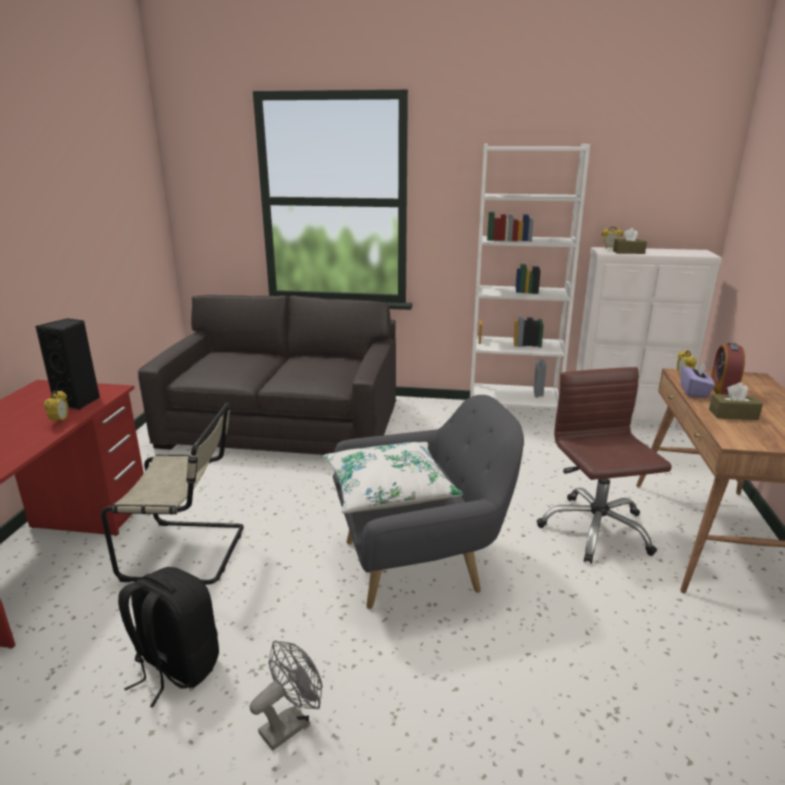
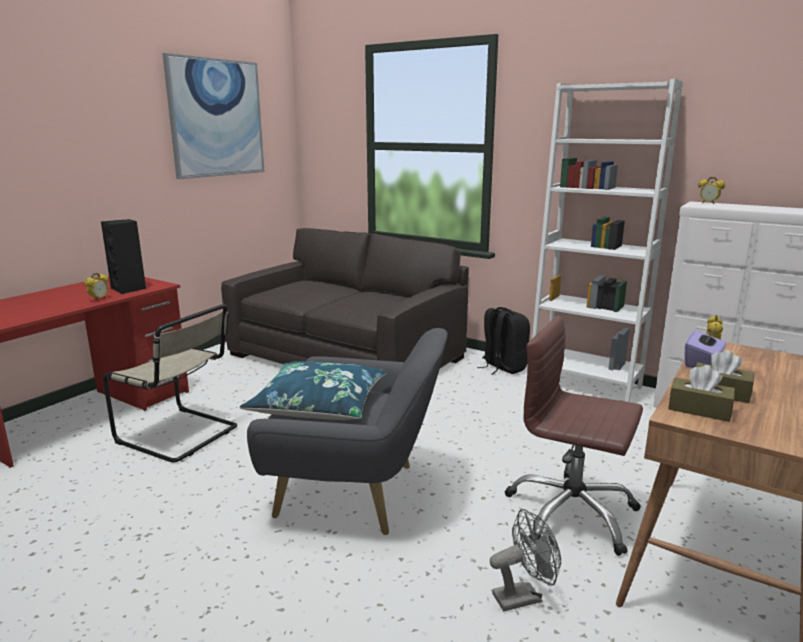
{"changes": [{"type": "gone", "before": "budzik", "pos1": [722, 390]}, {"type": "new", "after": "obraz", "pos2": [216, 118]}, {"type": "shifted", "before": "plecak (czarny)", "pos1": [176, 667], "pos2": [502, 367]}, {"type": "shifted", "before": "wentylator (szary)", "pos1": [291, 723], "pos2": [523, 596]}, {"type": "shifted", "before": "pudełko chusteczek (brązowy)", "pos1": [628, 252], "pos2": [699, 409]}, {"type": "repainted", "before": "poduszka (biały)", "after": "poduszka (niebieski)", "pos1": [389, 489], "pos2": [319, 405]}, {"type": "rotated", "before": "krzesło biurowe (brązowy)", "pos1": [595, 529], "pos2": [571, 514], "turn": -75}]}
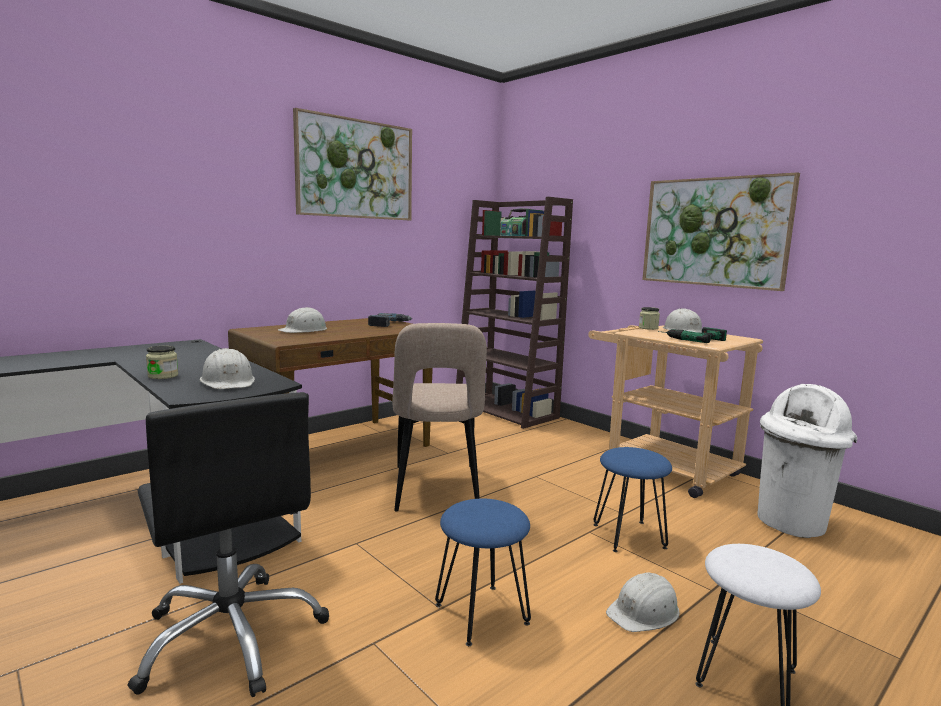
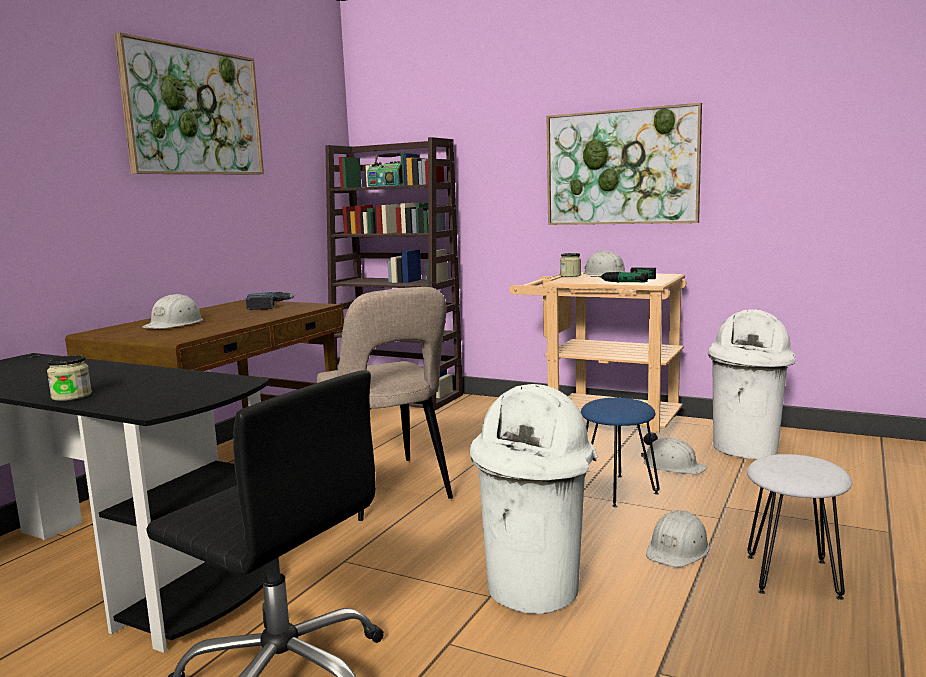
{"changes": [{"type": "shifted", "before": "kask (biały)", "pos1": [228, 381], "pos2": [673, 466]}, {"type": "swapped", "before": "stołek (niebieski)", "after": "kosz na śmieci (biały)", "pos1": [482, 614], "pos2": [535, 590]}]}
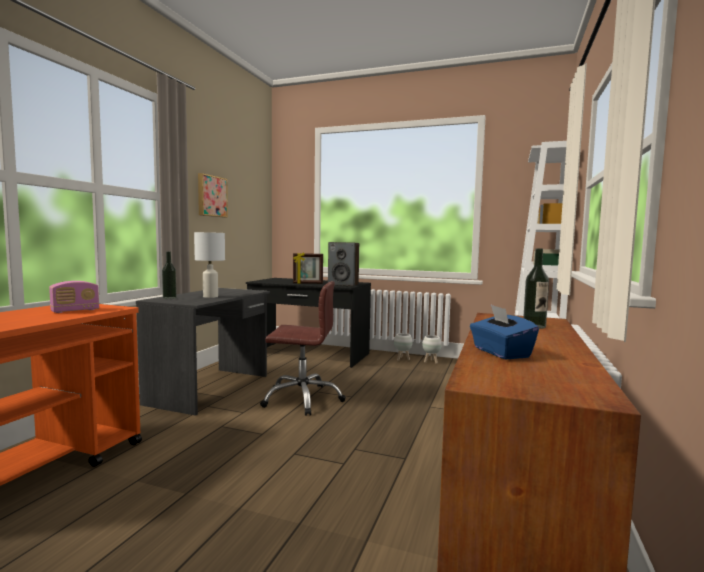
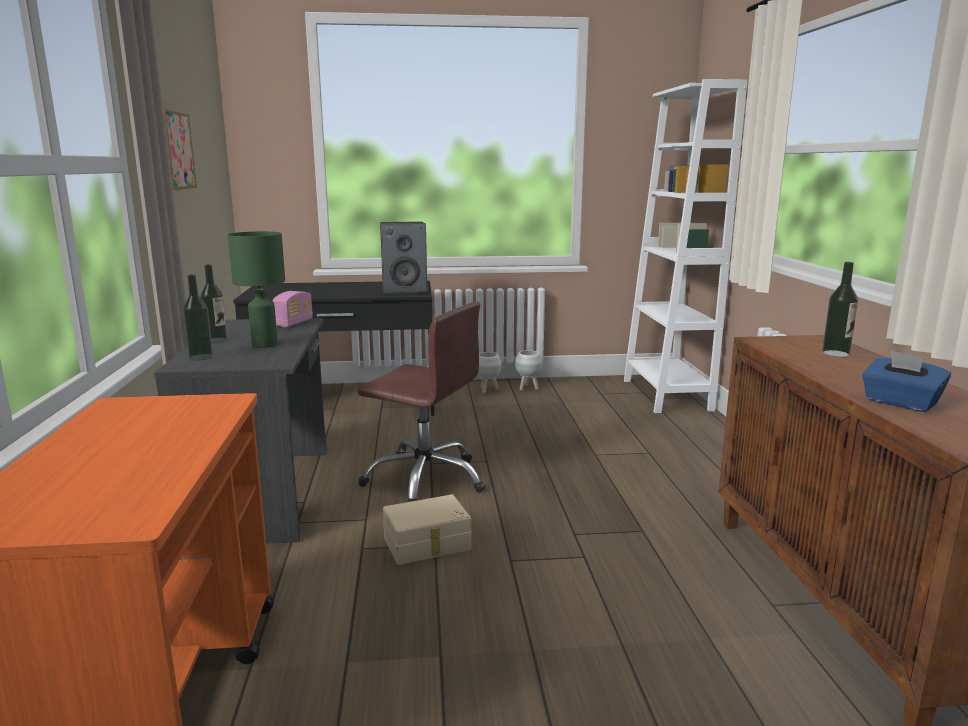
{"changes": [{"type": "gone", "before": "ramka na zdjęcie", "pos1": [307, 283]}, {"type": "new", "after": "butelka", "pos2": [216, 340]}, {"type": "new", "after": "pojemnik do przechowywania (beżowy)", "pos2": [428, 544]}, {"type": "shifted", "before": "radio", "pos1": [75, 311], "pos2": [294, 323]}, {"type": "repainted", "before": "lampa stołowa (biały)", "after": "lampa stołowa (zielony)", "pos1": [210, 296], "pos2": [264, 345]}, {"type": "rotated", "before": "krzesło biurowe (brązowy)", "pos1": [302, 399], "pos2": [425, 479], "turn": 45}]}
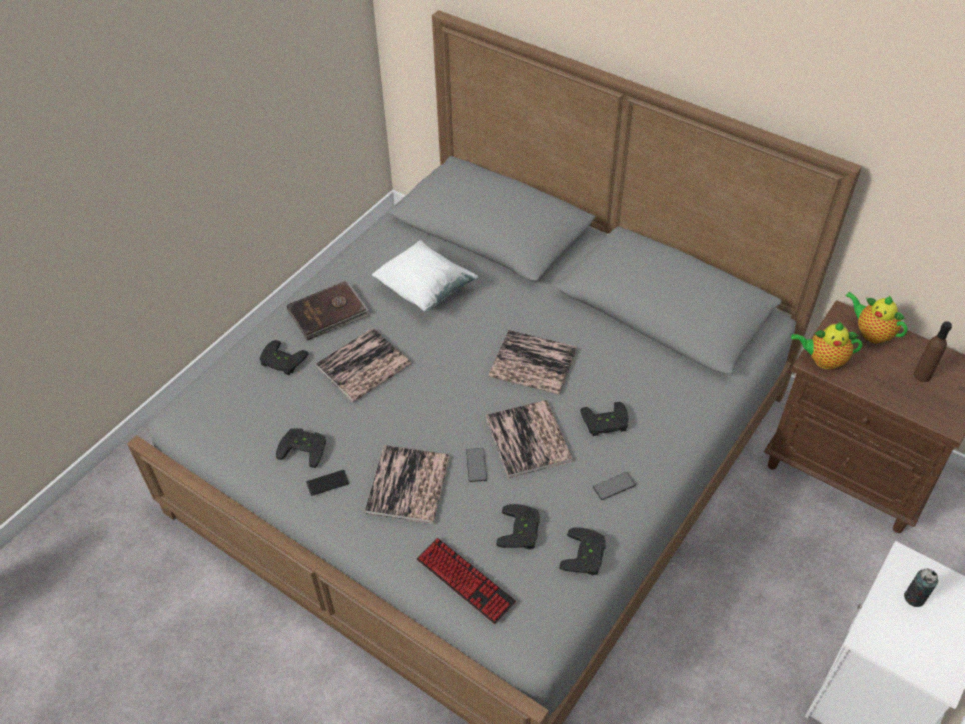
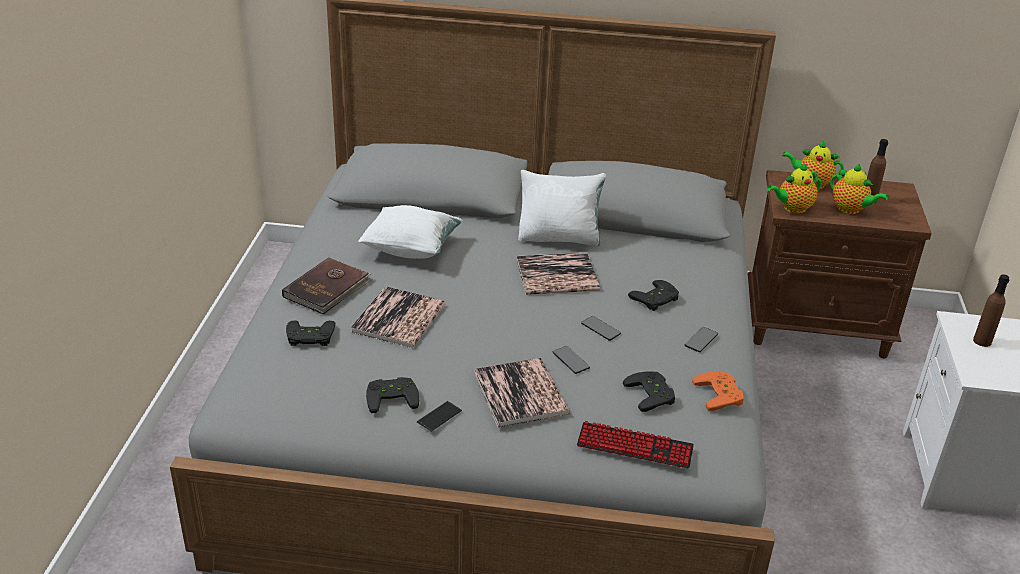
{"changes": [{"type": "new", "after": "poduszka (biały)", "pos2": [559, 238]}, {"type": "new", "after": "imbryk", "pos2": [850, 210]}, {"type": "swapped", "before": "książka", "after": "telefon", "pos1": [528, 439], "pos2": [600, 329]}, {"type": "swapped", "before": "puszka", "after": "butelka (brązowy)", "pos1": [914, 598], "pos2": [982, 341]}, {"type": "repainted", "before": "pad do gier (czarny)", "after": "pad do gier (pomarańczowy)", "pos1": [586, 555], "pos2": [721, 394]}]}
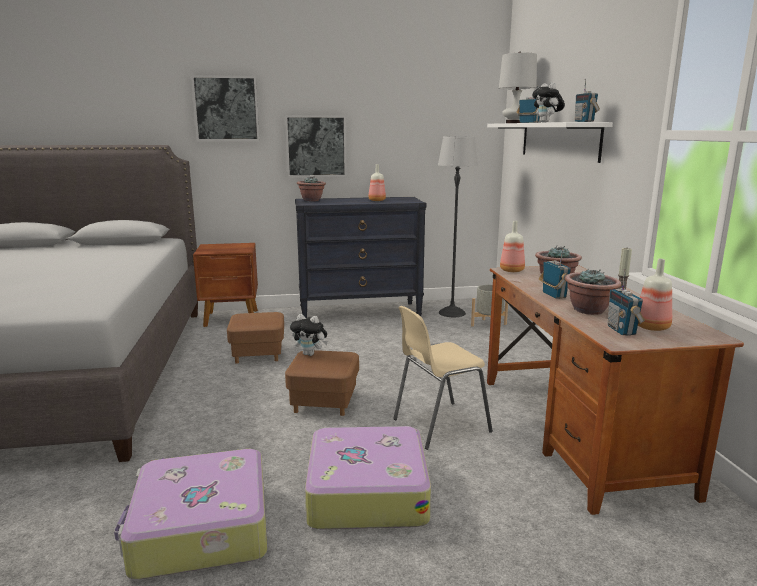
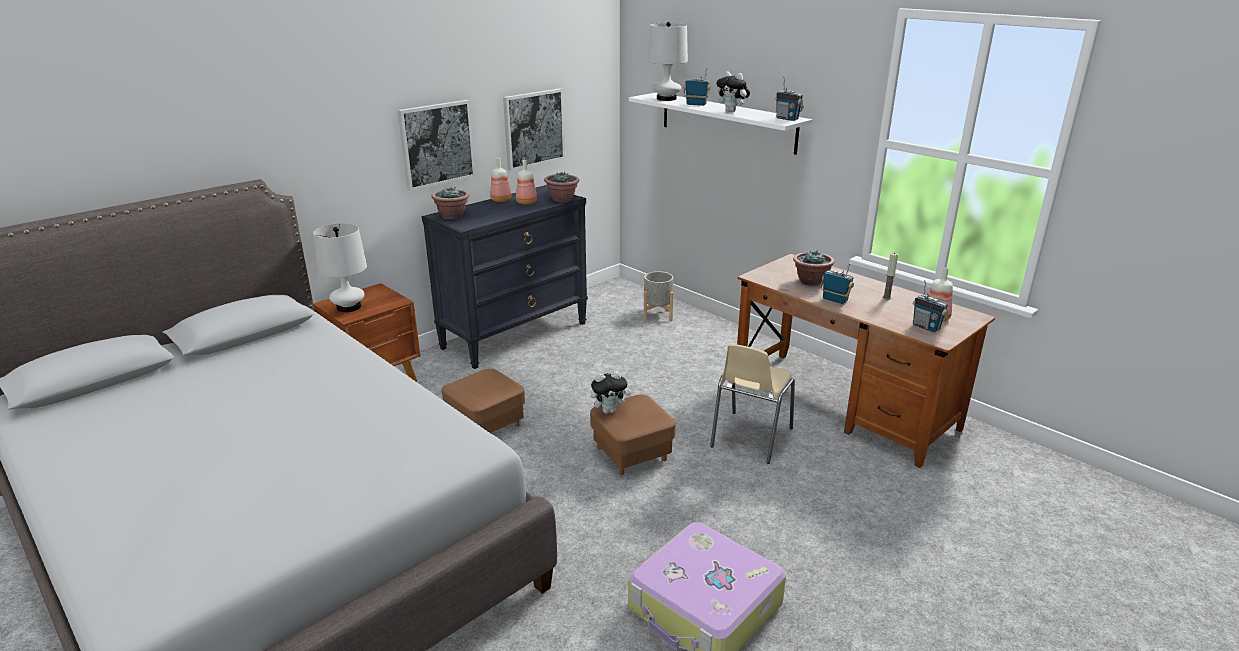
{"changes": [{"type": "gone", "before": "walizka", "pos1": [366, 491]}, {"type": "gone", "before": "lampa stojąca", "pos1": [451, 313]}, {"type": "new", "after": "lampa stołowa (biały)", "pos2": [349, 307]}, {"type": "shifted", "before": "obraz", "pos1": [226, 108], "pos2": [533, 128]}, {"type": "shifted", "before": "butelka", "pos1": [512, 270], "pos2": [502, 200]}, {"type": "shifted", "before": "roślina doniczkowa", "pos1": [589, 310], "pos2": [562, 199]}]}
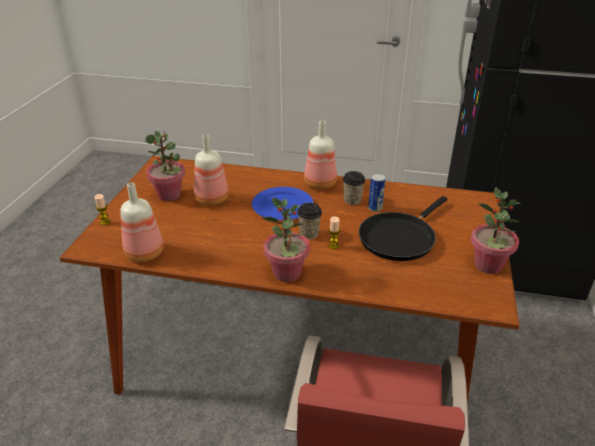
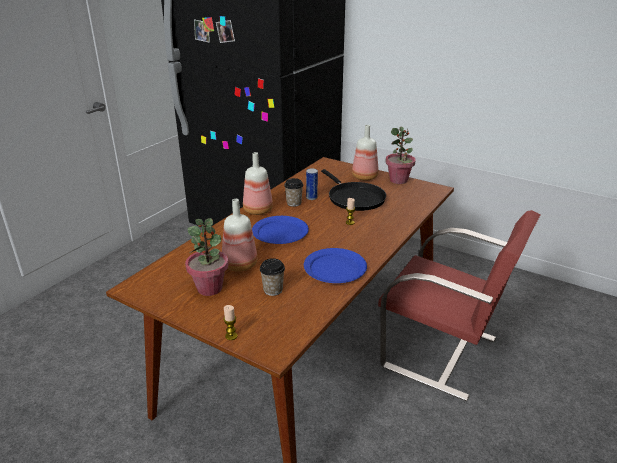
{"changes": [{"type": "gone", "before": "roślina doniczkowa", "pos1": [287, 273]}, {"type": "new", "after": "talerz (niebieski)", "pos2": [334, 268]}, {"type": "shifted", "before": "butelka", "pos1": [146, 253], "pos2": [364, 177]}, {"type": "shifted", "before": "filiżanka", "pos1": [309, 234], "pos2": [273, 290]}]}
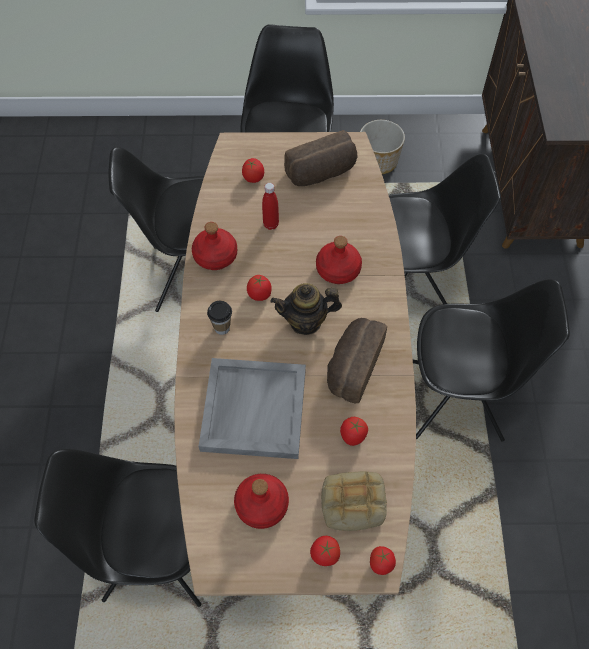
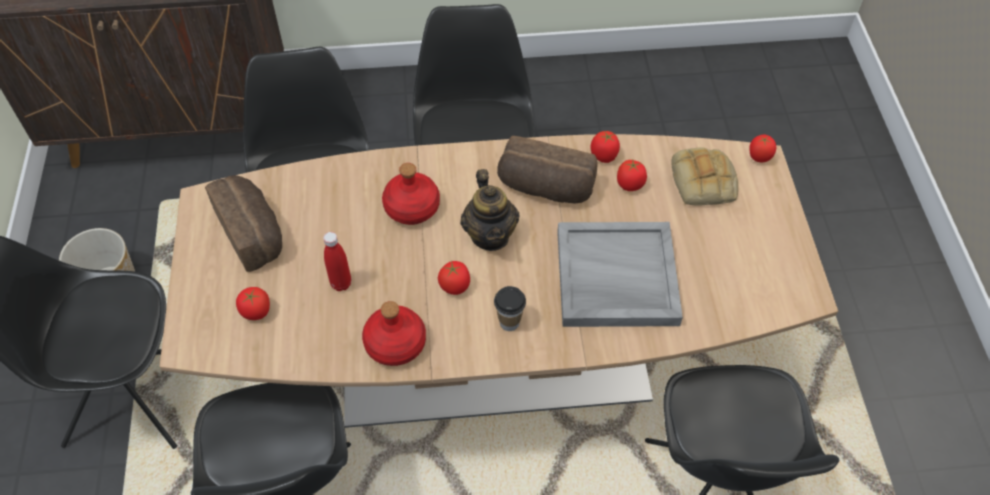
{"changes": [{"type": "gone", "before": "butelka (czerwony)", "pos1": [261, 504]}, {"type": "shifted", "before": "pomidor", "pos1": [324, 554], "pos2": [604, 156]}]}
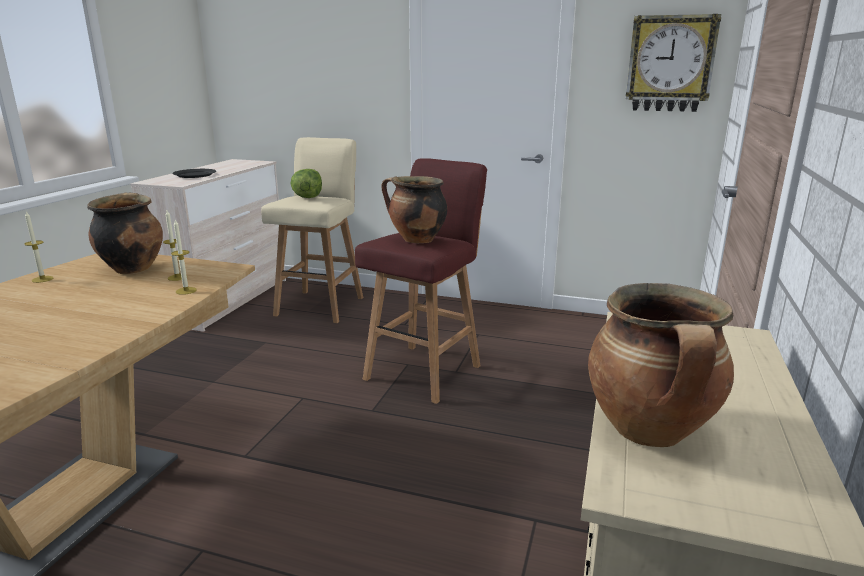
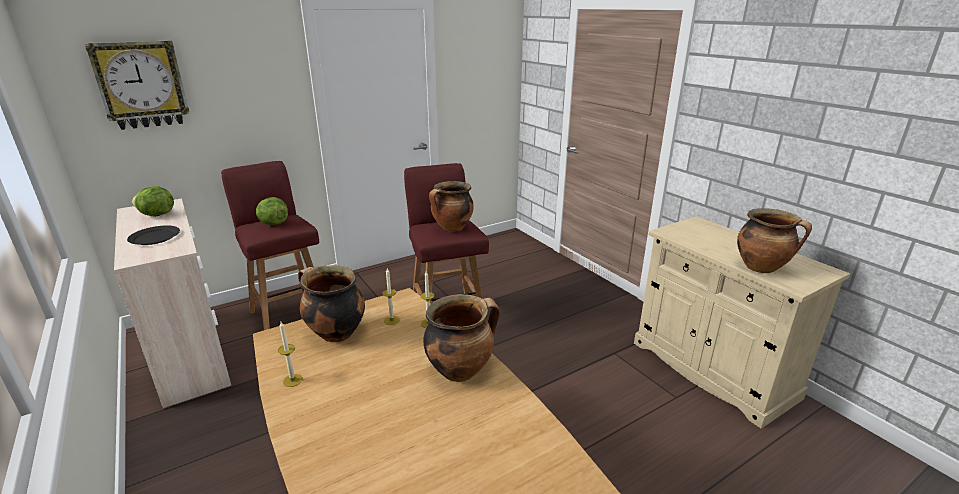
{"changes": [{"type": "new", "after": "sałata", "pos2": [156, 215]}, {"type": "new", "after": "garnek", "pos2": [461, 370]}, {"type": "shifted", "before": "zegar ścienny", "pos1": [670, 64], "pos2": [141, 85]}, {"type": "repainted", "before": "stołek (beżowy)", "after": "stołek (czerwony)", "pos1": [321, 305], "pos2": [289, 315]}]}
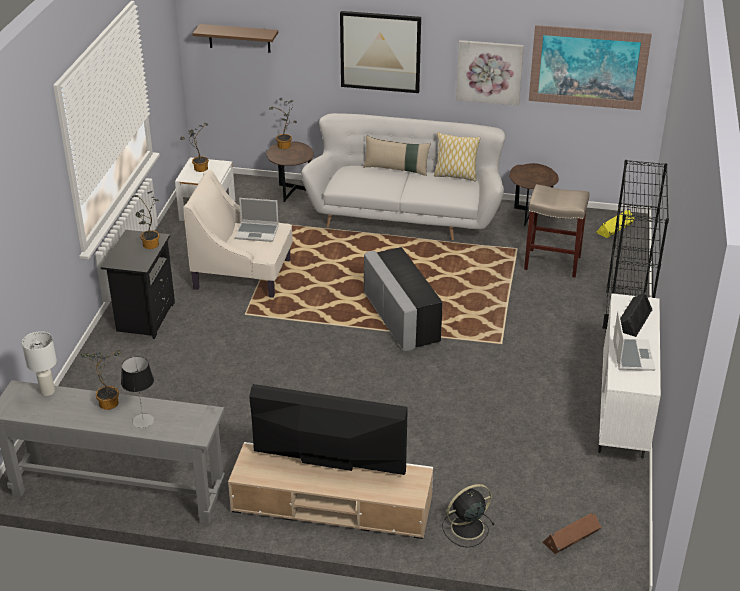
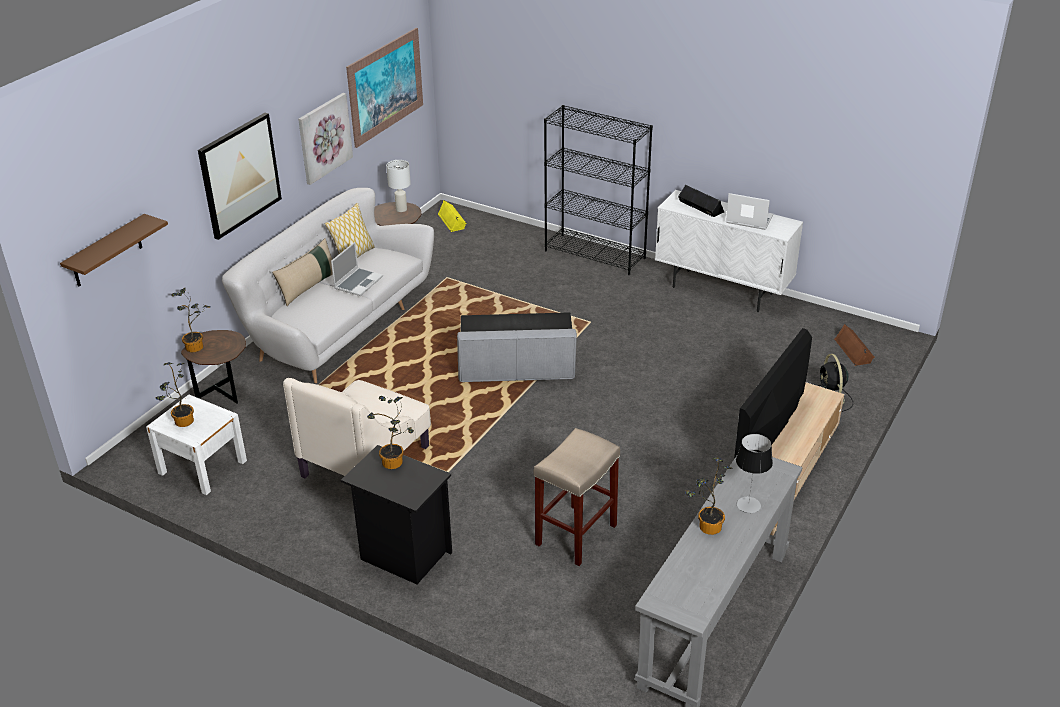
{"changes": [{"type": "shifted", "before": "lampa stołowa (biały)", "pos1": [47, 391], "pos2": [401, 209]}, {"type": "shifted", "before": "laptop", "pos1": [257, 232], "pos2": [358, 282]}, {"type": "shifted", "before": "stołek (beżowy)", "pos1": [553, 262], "pos2": [576, 534]}]}
